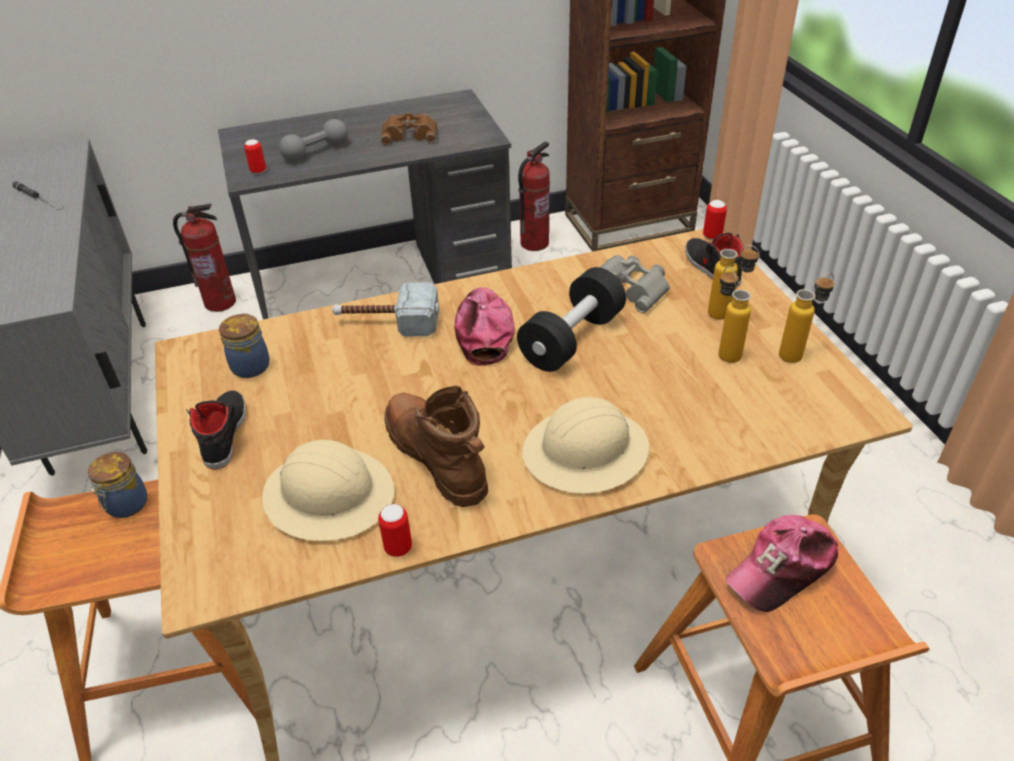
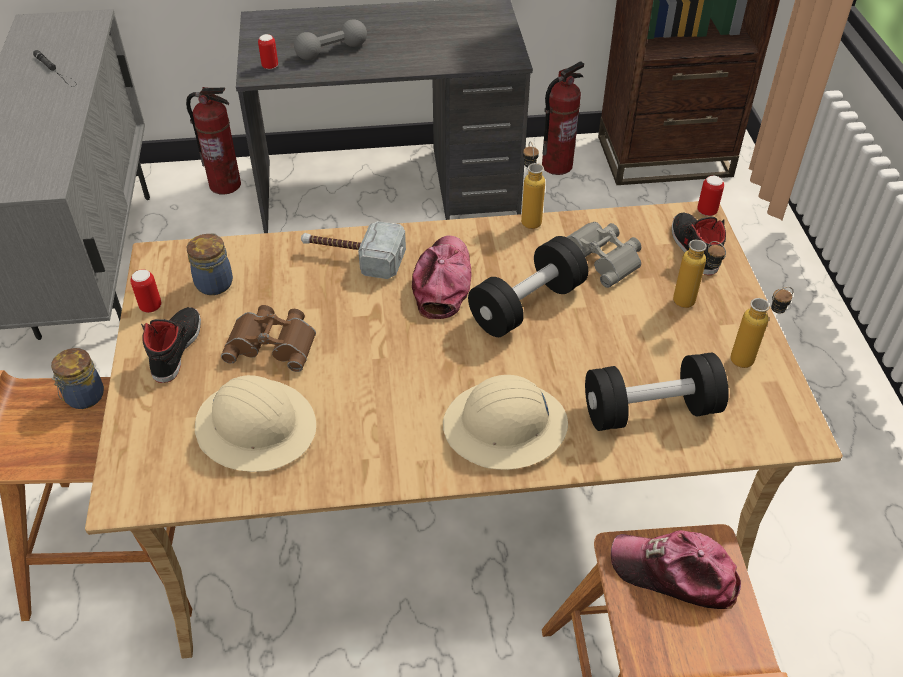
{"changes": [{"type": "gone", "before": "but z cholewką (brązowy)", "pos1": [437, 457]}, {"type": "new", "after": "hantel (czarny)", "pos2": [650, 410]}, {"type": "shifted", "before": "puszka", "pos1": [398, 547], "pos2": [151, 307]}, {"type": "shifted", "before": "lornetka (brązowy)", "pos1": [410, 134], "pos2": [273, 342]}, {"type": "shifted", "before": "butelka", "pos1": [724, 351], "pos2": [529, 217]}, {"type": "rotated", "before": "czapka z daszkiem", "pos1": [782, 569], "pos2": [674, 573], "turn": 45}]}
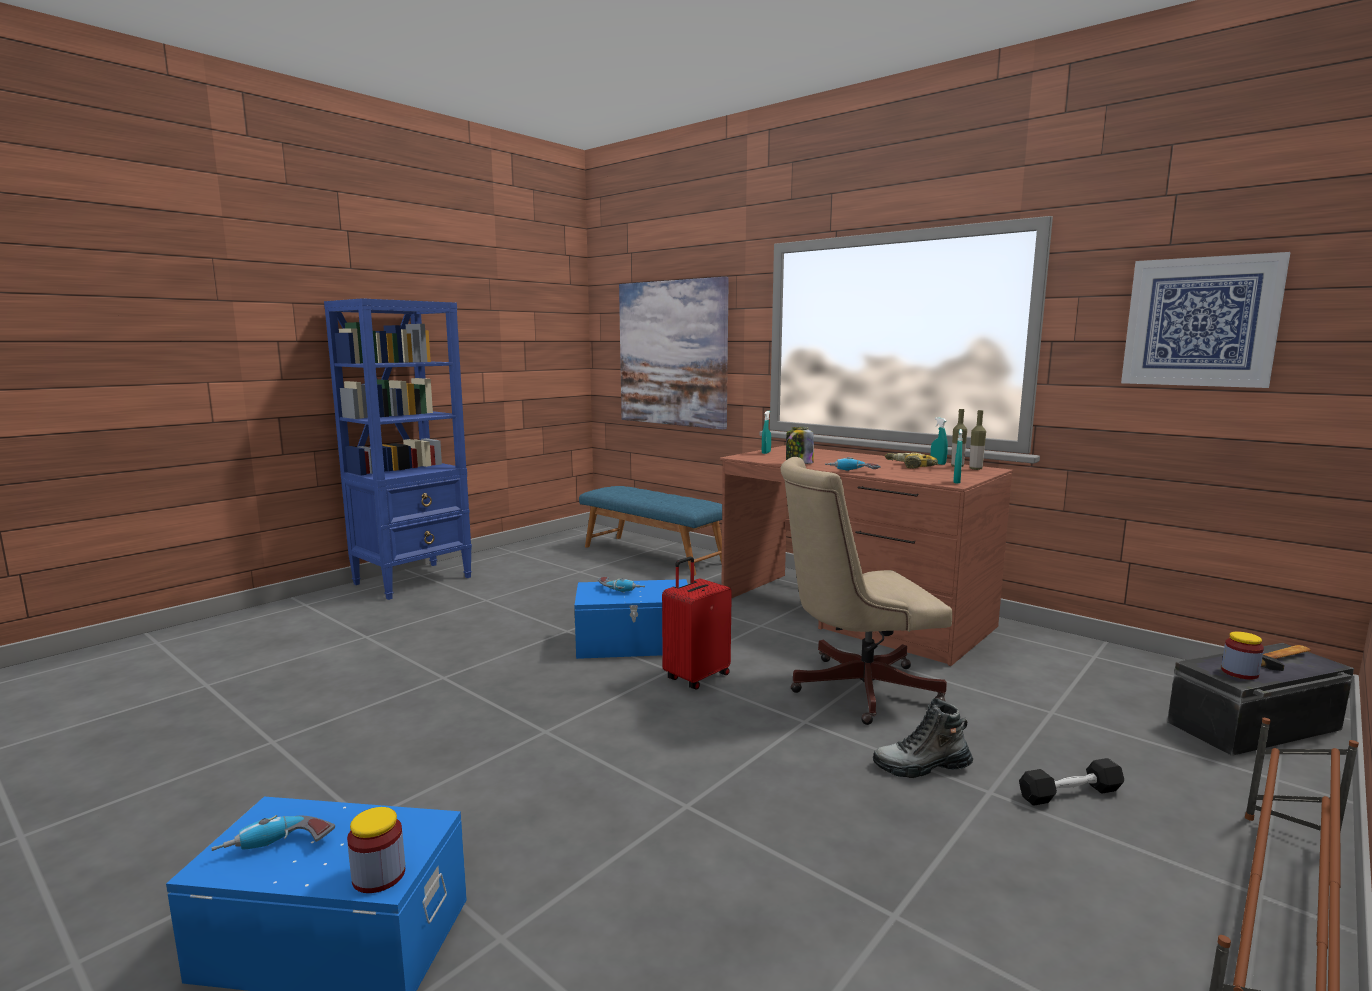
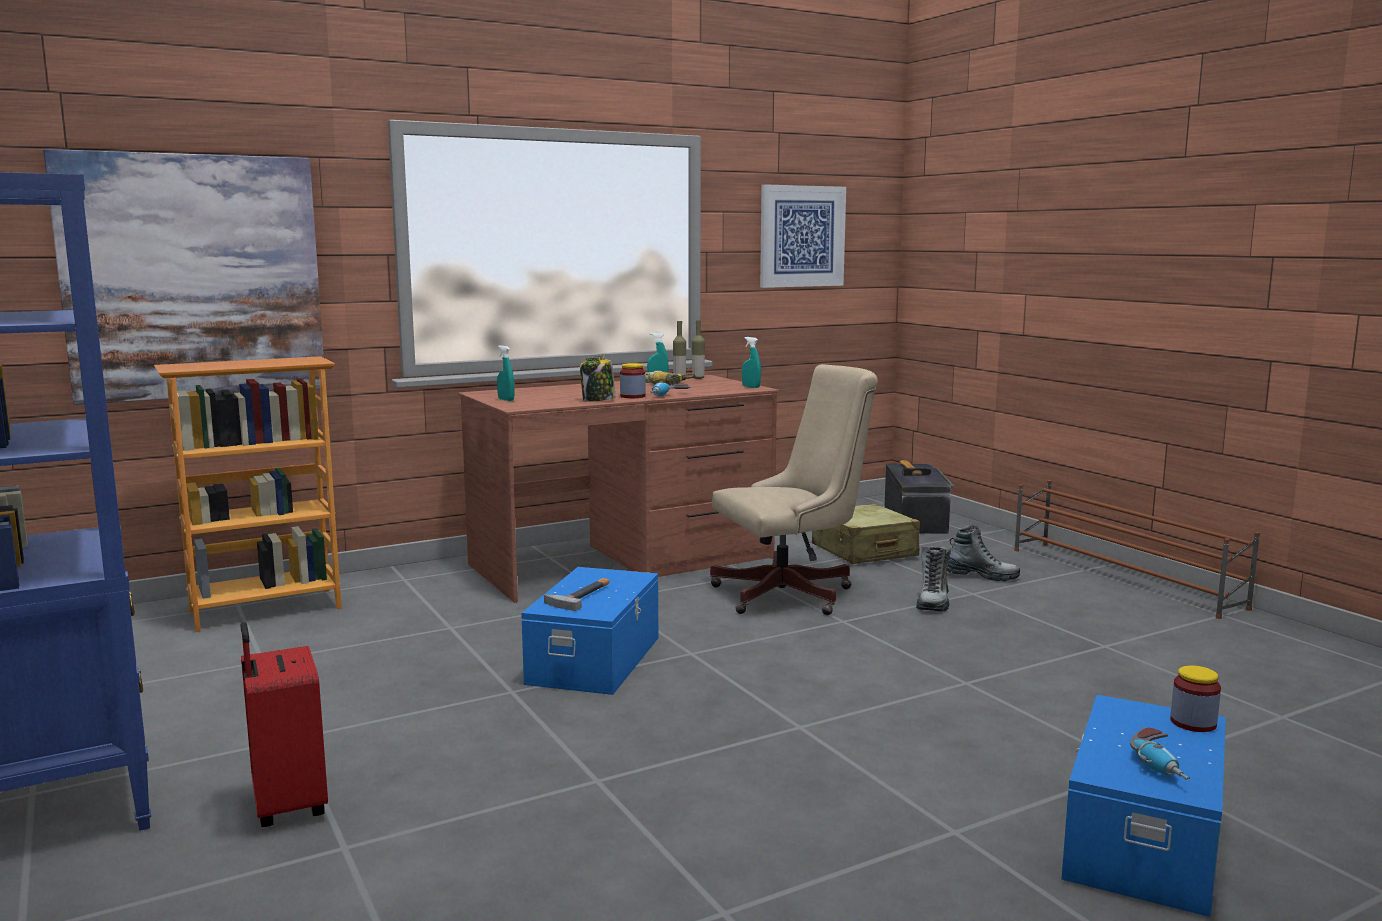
{"changes": [{"type": "new", "after": "walizka (beżowy)", "pos2": [863, 551]}, {"type": "shifted", "before": "walizka (czerwony)", "pos1": [696, 677], "pos2": [286, 806]}, {"type": "shifted", "before": "słoik", "pos1": [1239, 673], "pos2": [632, 396]}, {"type": "swapped", "before": "ławka (niebieski)", "after": "regał", "pos1": [653, 554], "pos2": [266, 609]}, {"type": "swapped", "before": "wiertarka", "after": "młotek", "pos1": [620, 589], "pos2": [581, 596]}, {"type": "swapped", "before": "hantel (czarny)", "after": "but z cholewką", "pos1": [1070, 793], "pos2": [980, 576]}, {"type": "rotated", "before": "krzesło biurowe (beżowy)", "pos1": [854, 689], "pos2": [792, 594], "turn": -120}]}
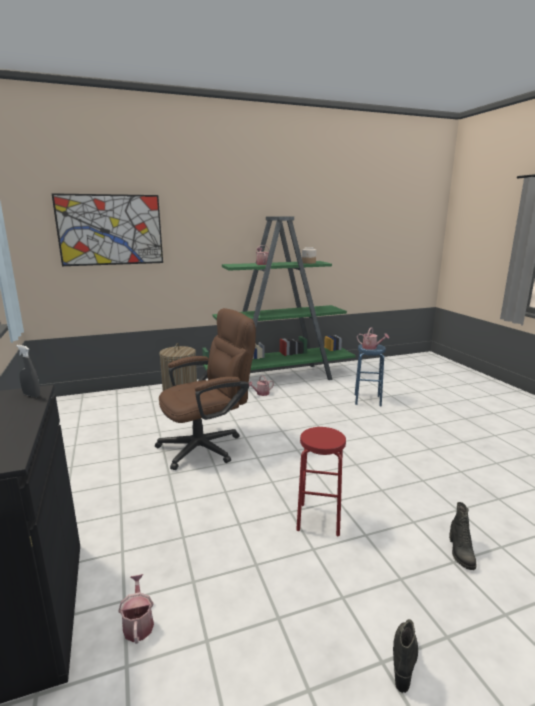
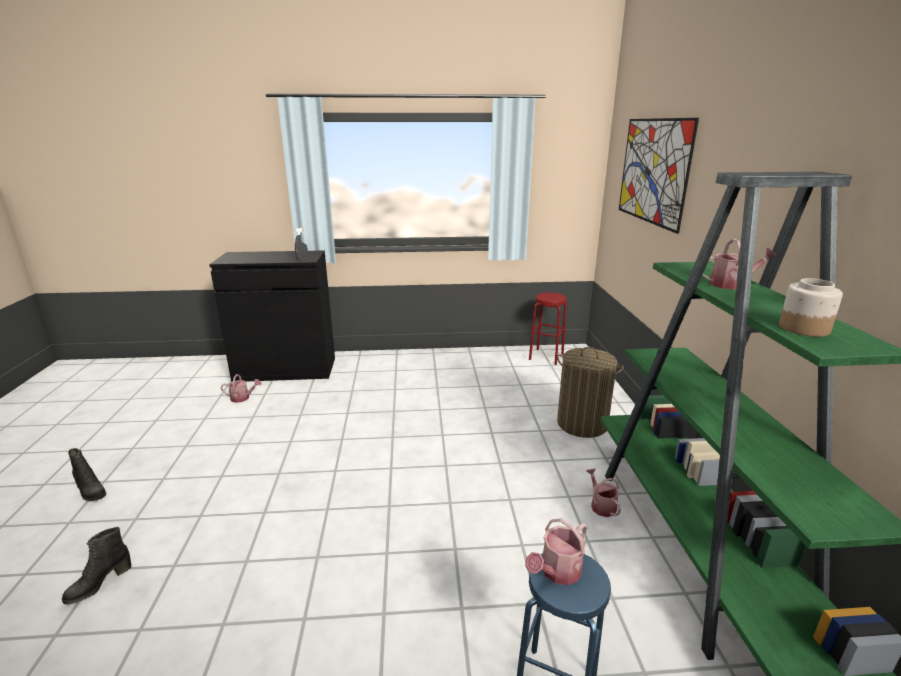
{"changes": [{"type": "gone", "before": "krzesło biurowe (brązowy)", "pos1": [208, 446]}, {"type": "shifted", "before": "stołek (czerwony)", "pos1": [319, 519], "pos2": [546, 356]}, {"type": "rotated", "before": "but z cholewką (czarny)", "pos1": [460, 552], "pos2": [99, 584], "turn": -75}]}
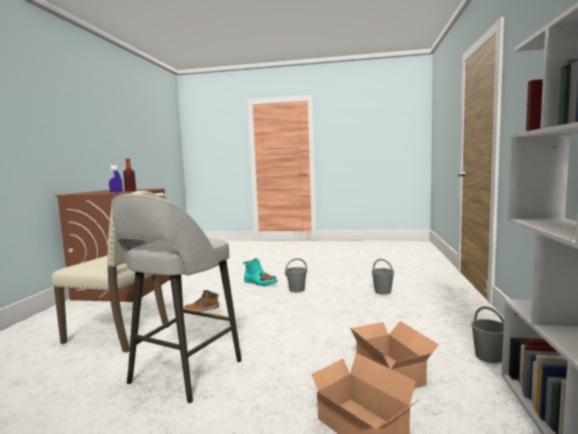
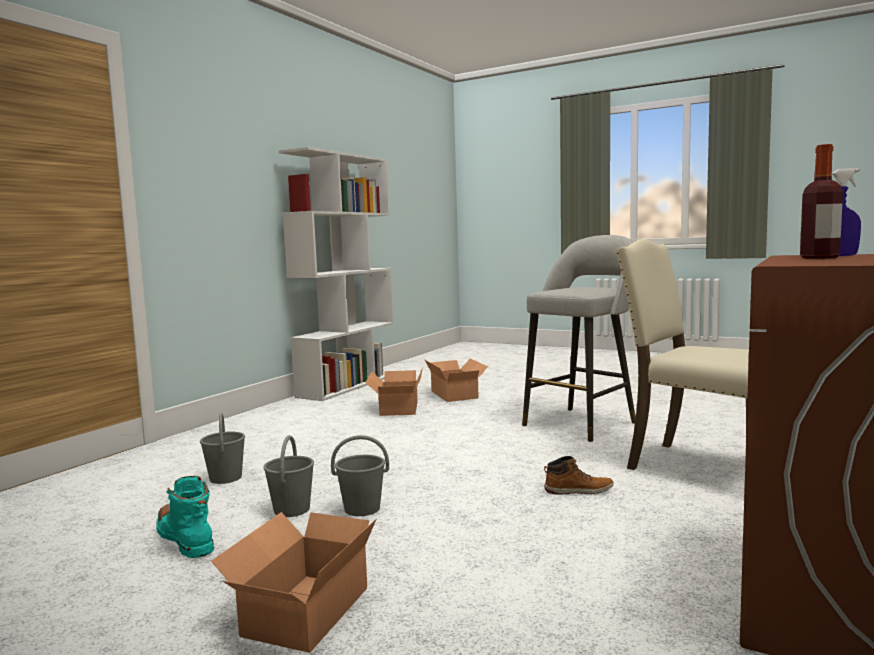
{"changes": [{"type": "new", "after": "karton", "pos2": [301, 612]}, {"type": "shifted", "before": "but z cholewką (turkusowy)", "pos1": [260, 283], "pos2": [186, 540]}, {"type": "shifted", "before": "wiadro (szary)", "pos1": [488, 356], "pos2": [291, 510]}]}
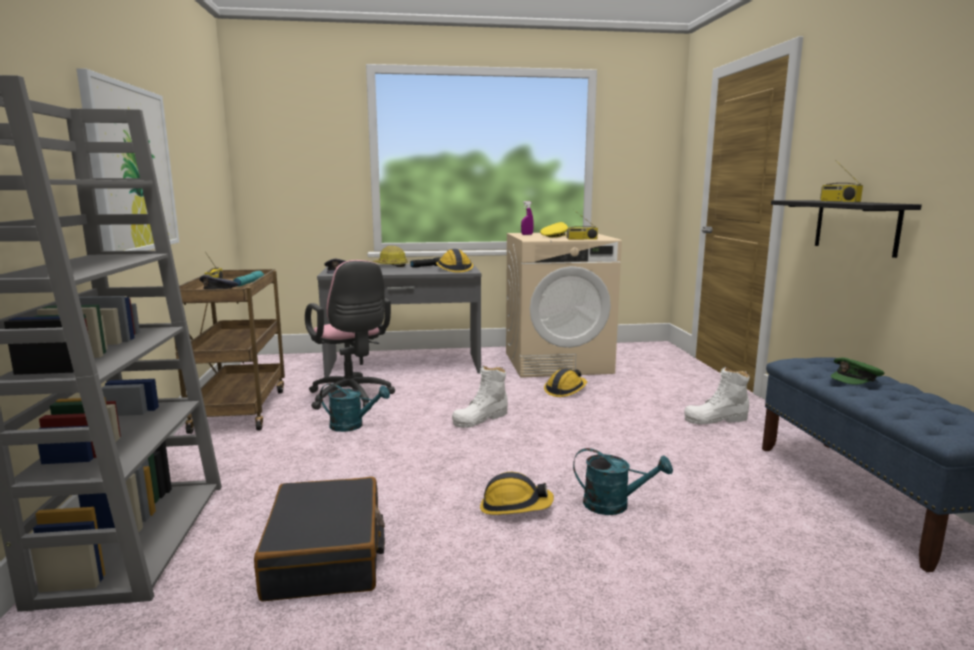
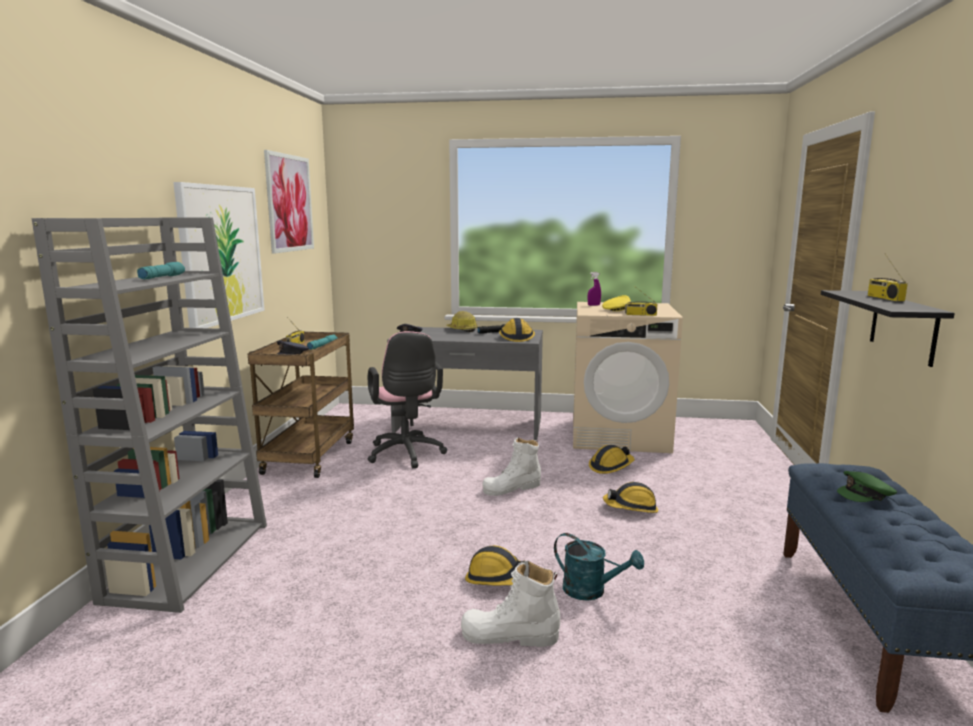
{"changes": [{"type": "gone", "before": "walizka (czarny)", "pos1": [326, 555]}, {"type": "gone", "before": "konewka (turkusowy)", "pos1": [353, 425]}, {"type": "new", "after": "latarka (turkusowy)", "pos2": [162, 277]}, {"type": "new", "after": "obraz", "pos2": [289, 203]}, {"type": "new", "after": "kask", "pos2": [631, 508]}, {"type": "shifted", "before": "but z cholewką (biały)", "pos1": [716, 419], "pos2": [510, 635]}]}
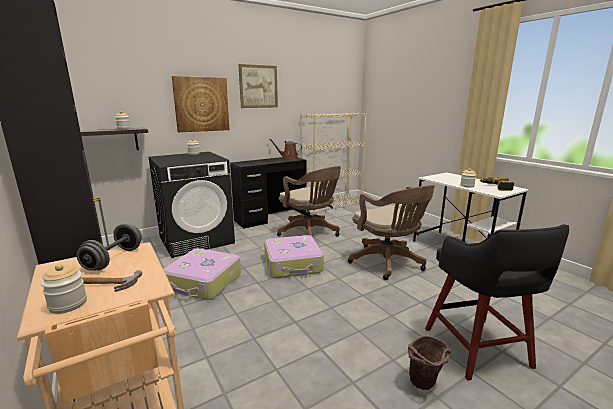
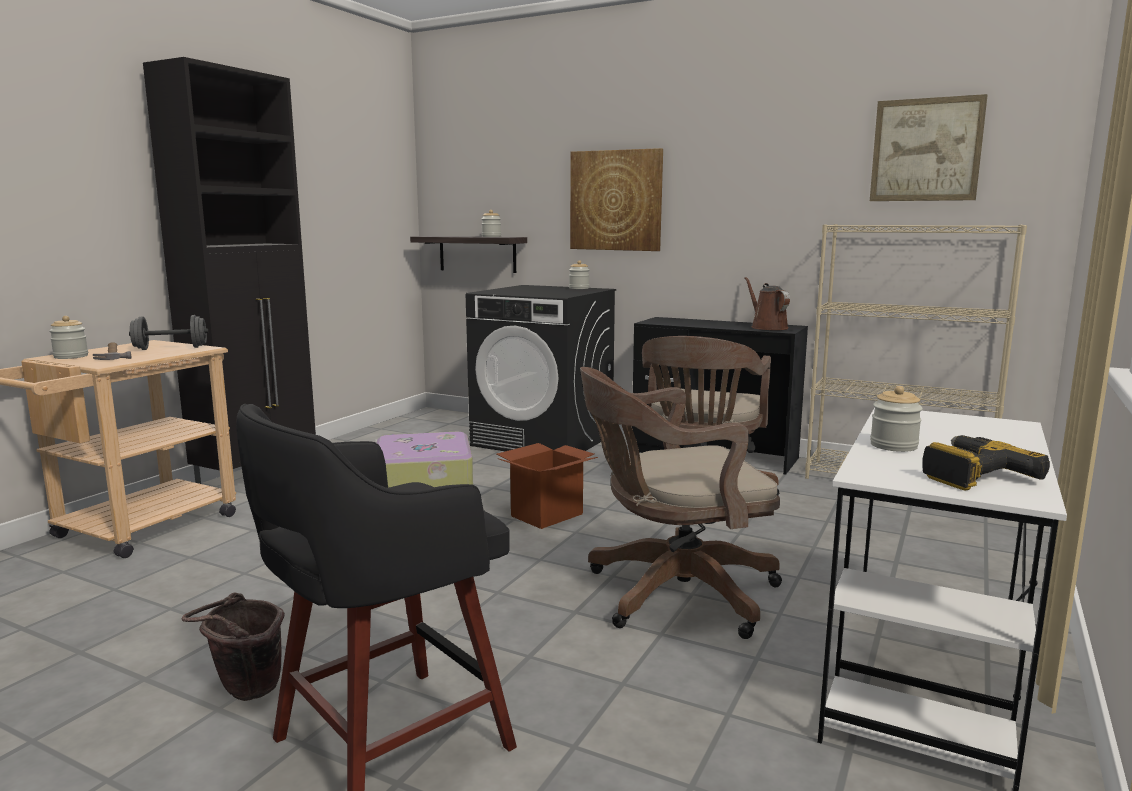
{"changes": [{"type": "shifted", "before": "obraz", "pos1": [258, 86], "pos2": [926, 150]}, {"type": "swapped", "before": "walizka", "after": "karton", "pos1": [293, 264], "pos2": [547, 515]}, {"type": "rotated", "before": "krzesło biurowe (brązowy)", "pos1": [388, 263], "pos2": [672, 594], "turn": 45}]}
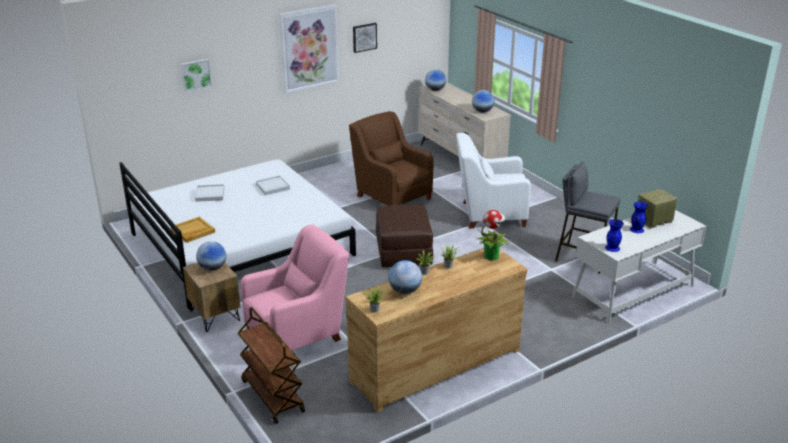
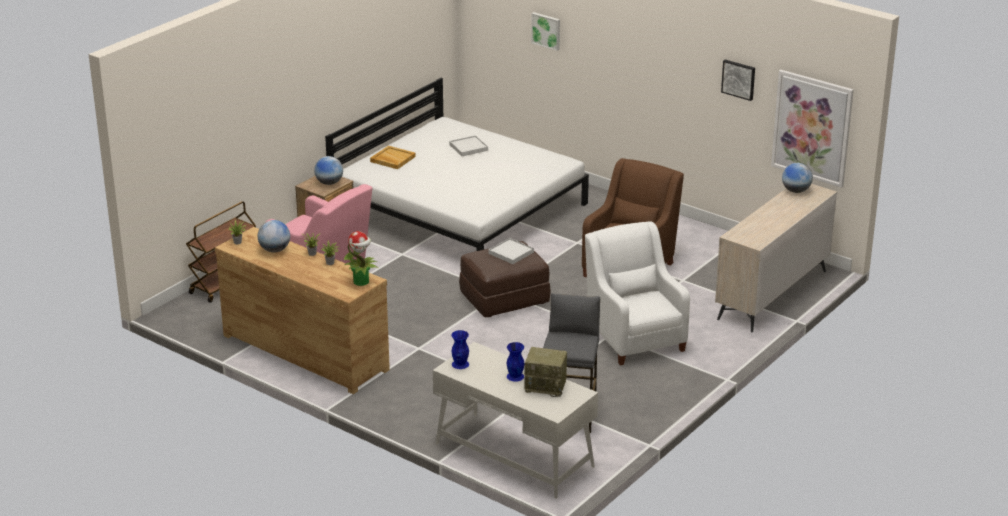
{"changes": [{"type": "gone", "before": "globus", "pos1": [482, 111]}, {"type": "shifted", "before": "taca (biały)", "pos1": [272, 187], "pos2": [511, 253]}, {"type": "shifted", "before": "obraz", "pos1": [309, 48], "pos2": [812, 128]}, {"type": "rotated", "before": "radio", "pos1": [653, 220], "pos2": [546, 386], "turn": 150}]}
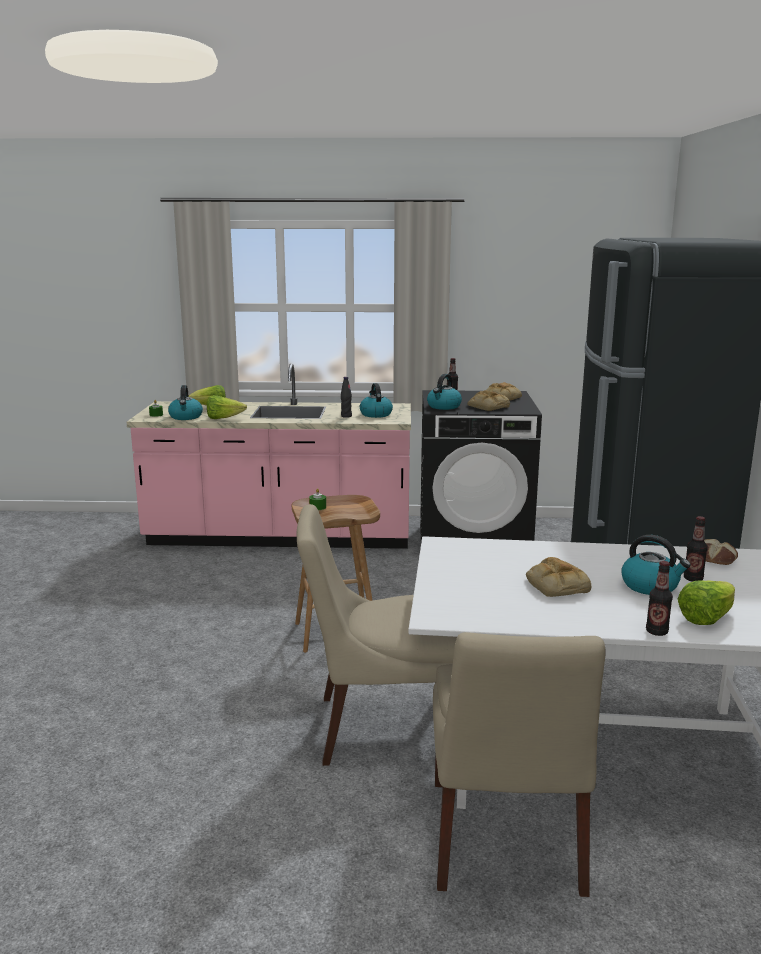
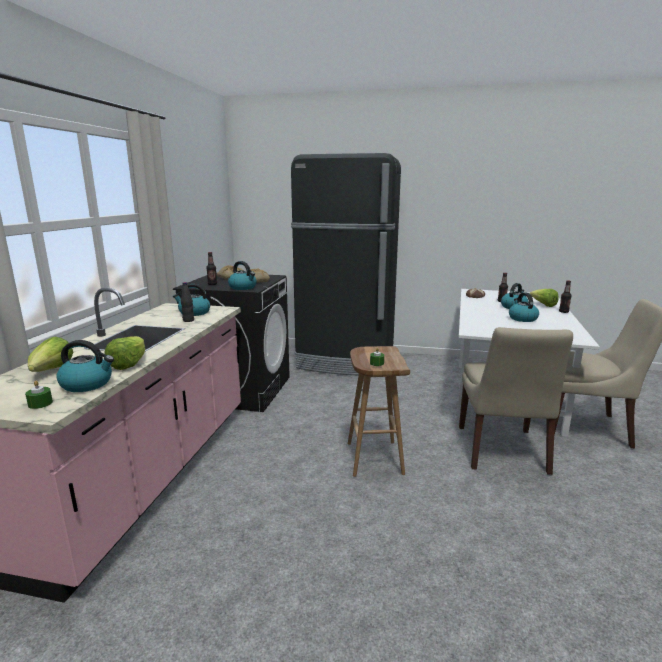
{"changes": [{"type": "swapped", "before": "chleb", "after": "czajnik", "pos1": [555, 585], "pos2": [522, 318]}]}
